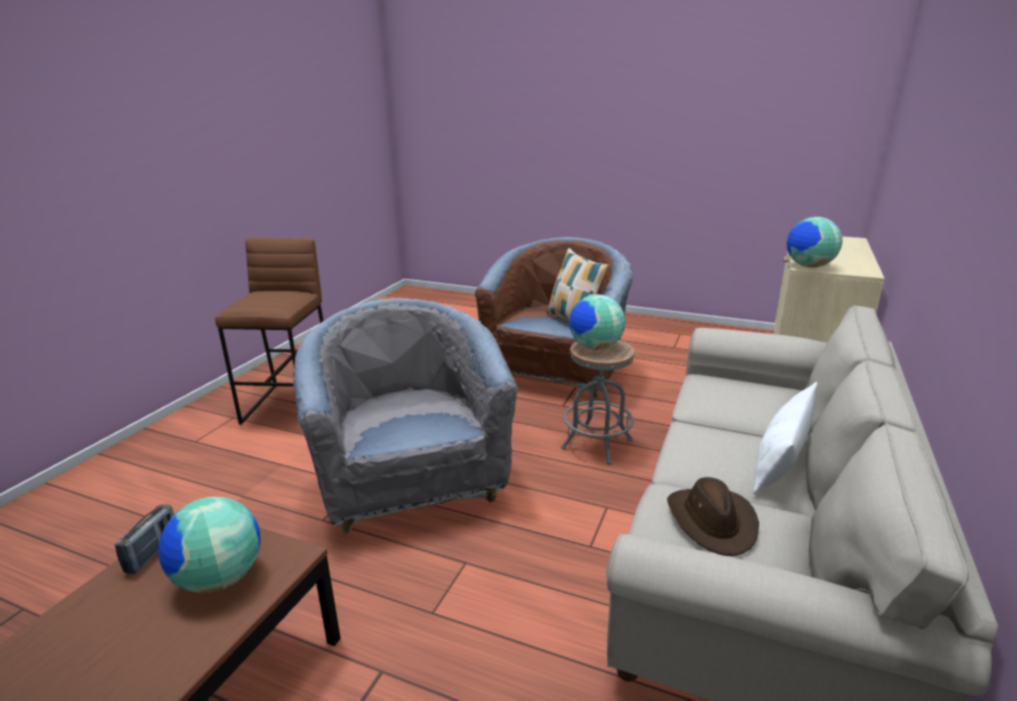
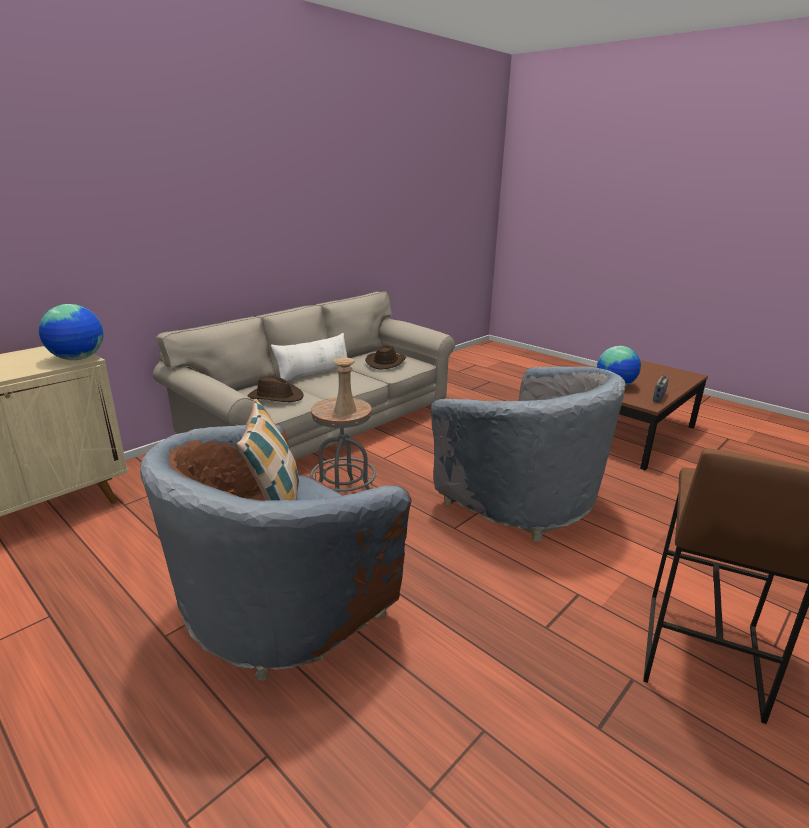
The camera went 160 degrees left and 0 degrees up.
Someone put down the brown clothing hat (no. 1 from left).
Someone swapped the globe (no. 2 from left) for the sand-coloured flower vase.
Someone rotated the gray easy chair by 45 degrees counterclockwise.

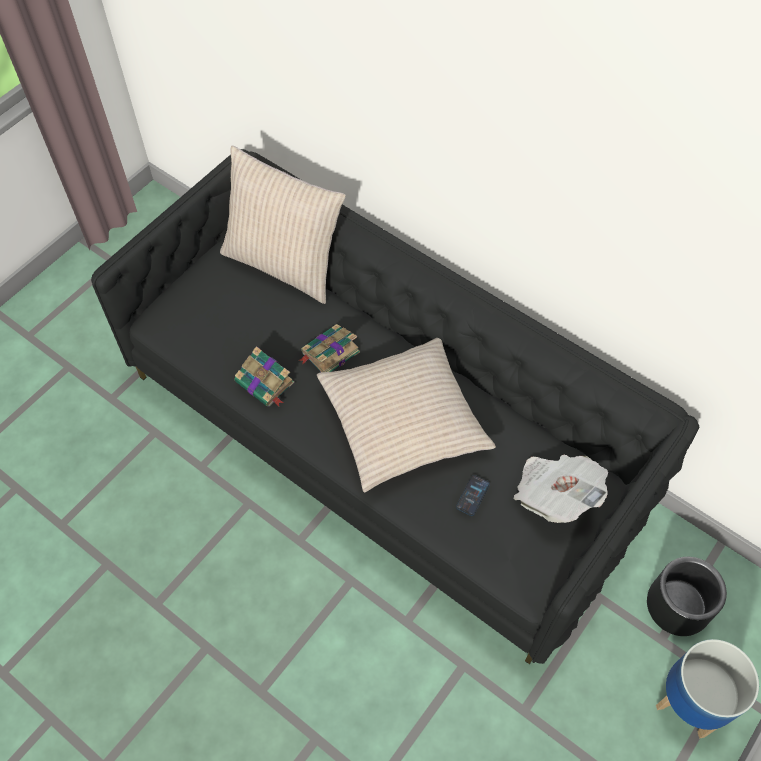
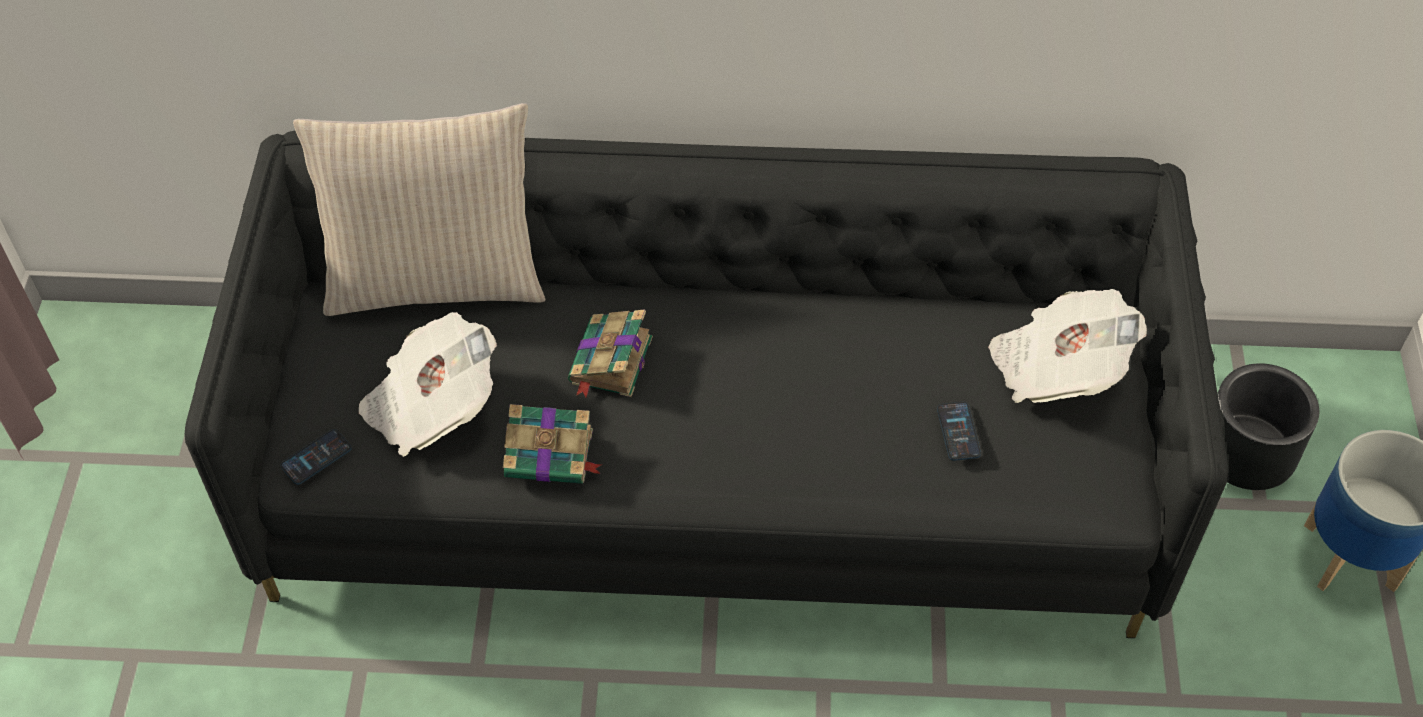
The camera went 35 degrees left and 5 degrees down.
Someone put down the phone (no. 1 from left).
Someone put down the newspaper (no. 1 from left).
Someone took away the sand-coloured pillow (no. 2 from left).

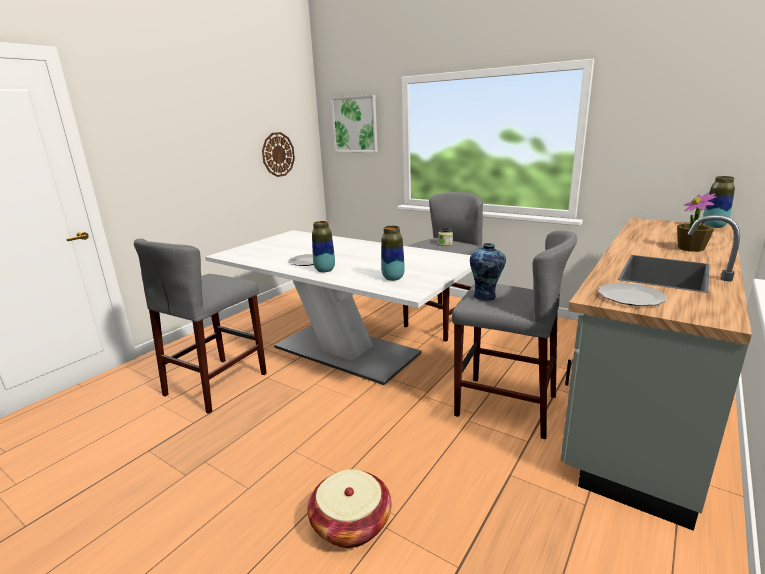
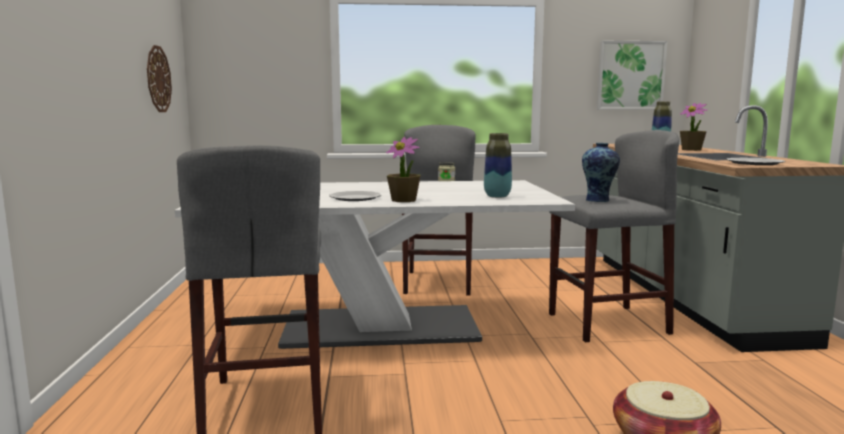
The camera went 40 degrees left and 10 degrees down.
Someone swapped the flower vase (no. 1 from left) for the plant in a pot (no. 1 from left).
Someone carried the wall picture.

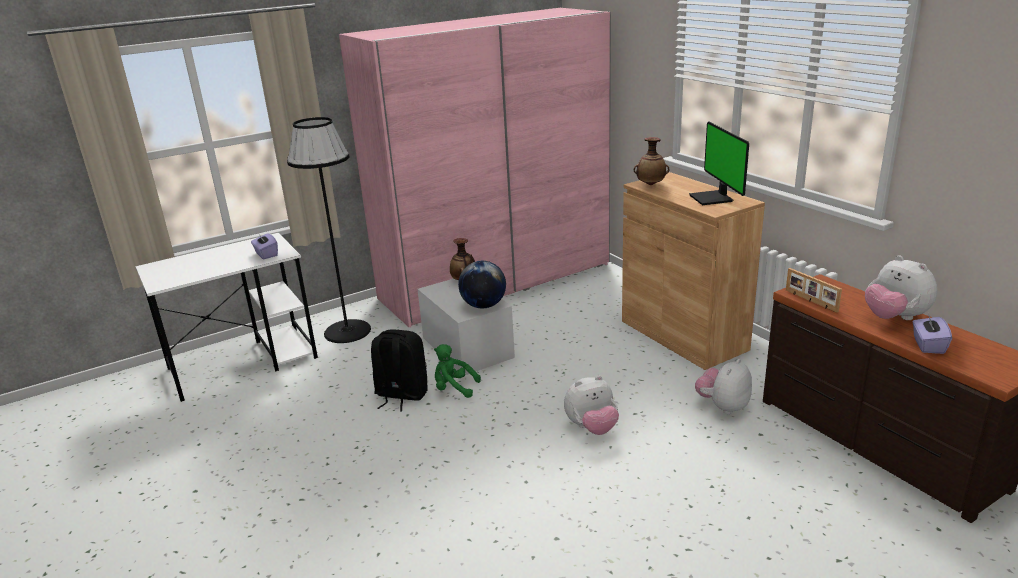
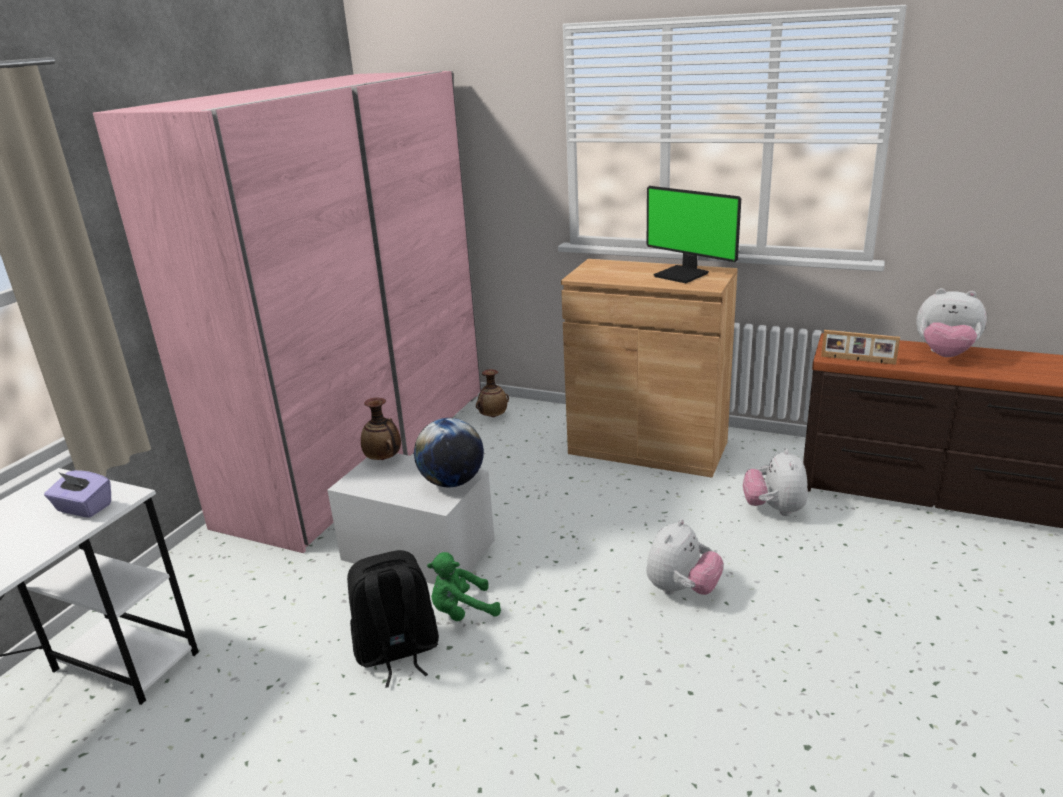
The camera went 35 degrees left and 0 degrees up.
Someone carried the flower vase (no. 2 from left).
Someone took away the black standard lamp.
Someone took away the purple tissue holder (no. 2 from left).

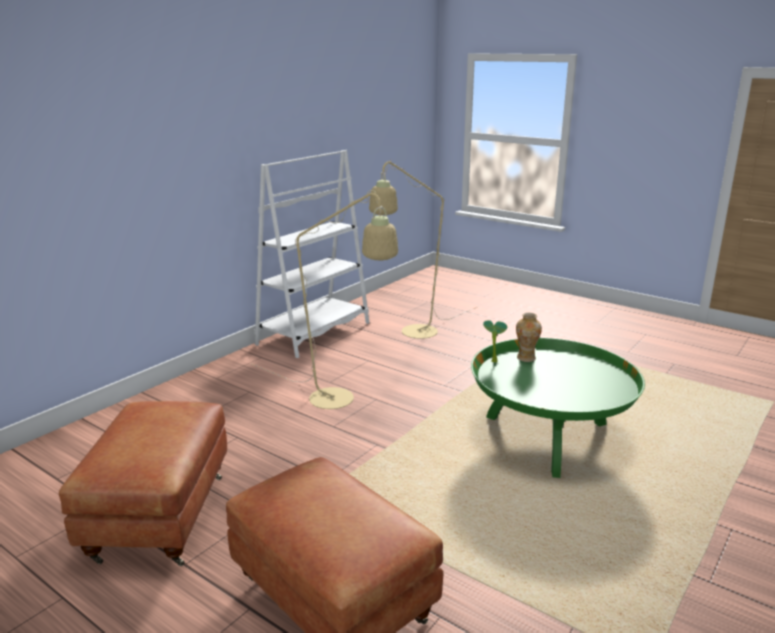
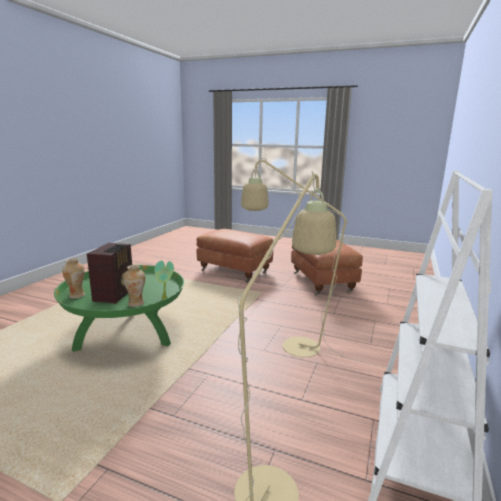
The camera went 165 degrees right and 5 degrees down.
Someone put down the flower vase (no. 1 from left).
Someone put down the radio set.

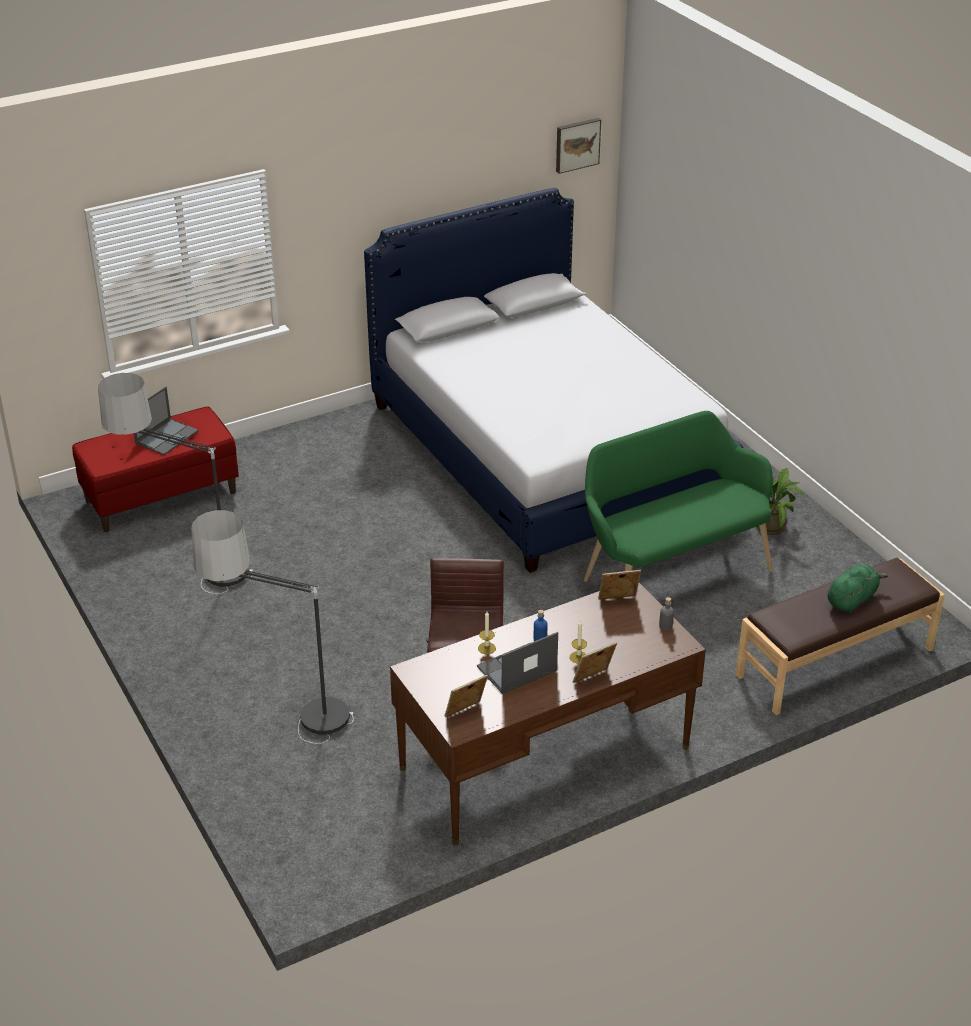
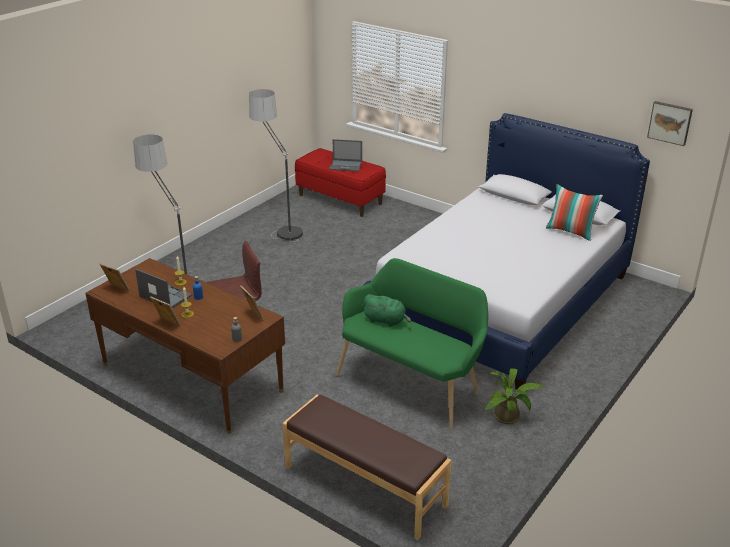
The camera went 65 degrees right and 5 degrees down.
Someone carried the greenish cuddly toy.
Someone put down the pillow.

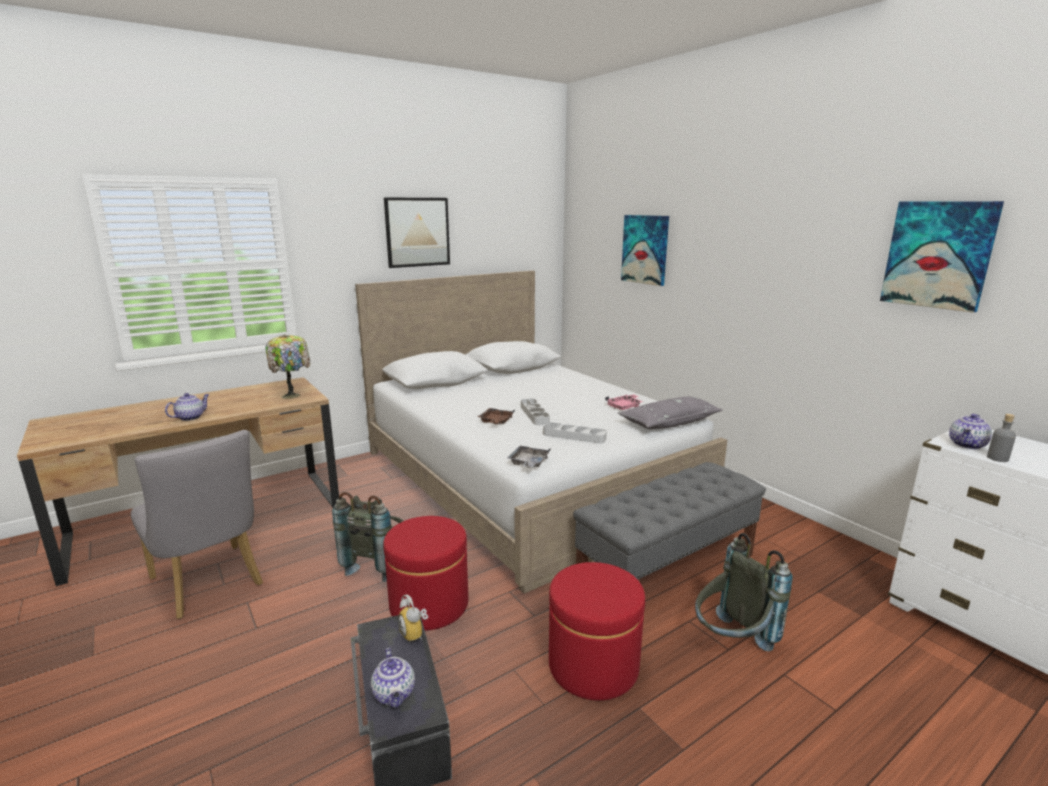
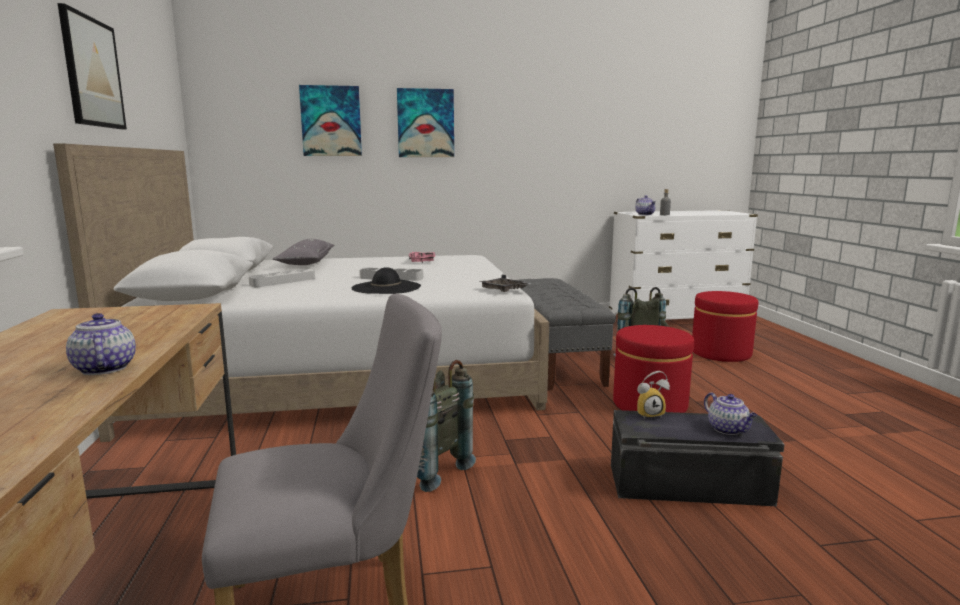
The camera went 65 degrees left and 5 degrees down.
Someone carried the gray carrying tray (no. 3 from left in the first image).
Someone carried the gray pillow.
Someone swapped the brown carrying tray for the black clothing hat.
Someone carried the wall picture (no. 3 from left).
Someone carried the reddish ottoman (no. 1 from left in the first image).
Someone rotated the pot for tea (no. 2 from left in the first image) by 60 degrees clockwise.
Someone took away the table lamp.

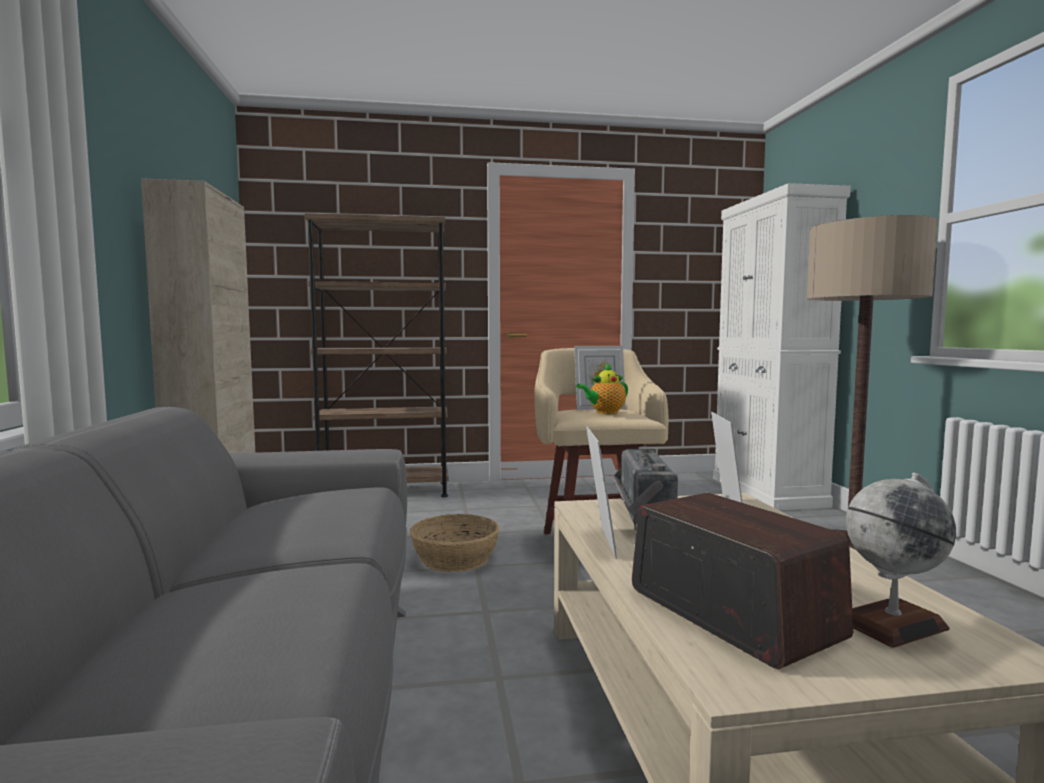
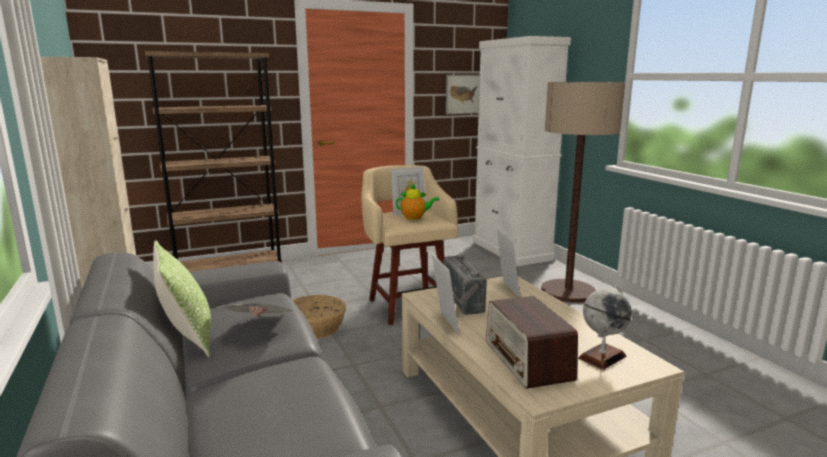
The camera went 15 degrees left and 10 degrees up.
Someone put down the pillow.
Someone put down the newspaper.
Someone rotated the pot for tea by 135 degrees counterclockwise.
Someone put up the wall picture.
Someone rotated the radio set (no. 2 from left) by 150 degrees counterclockwise.

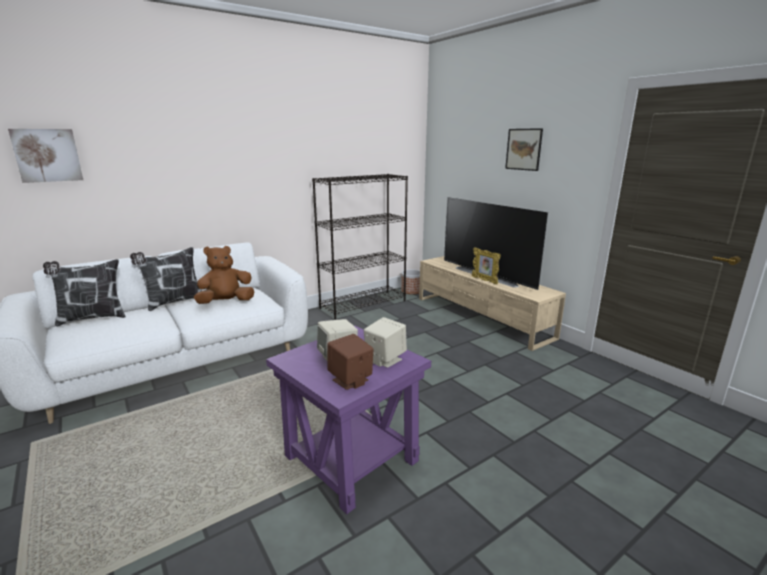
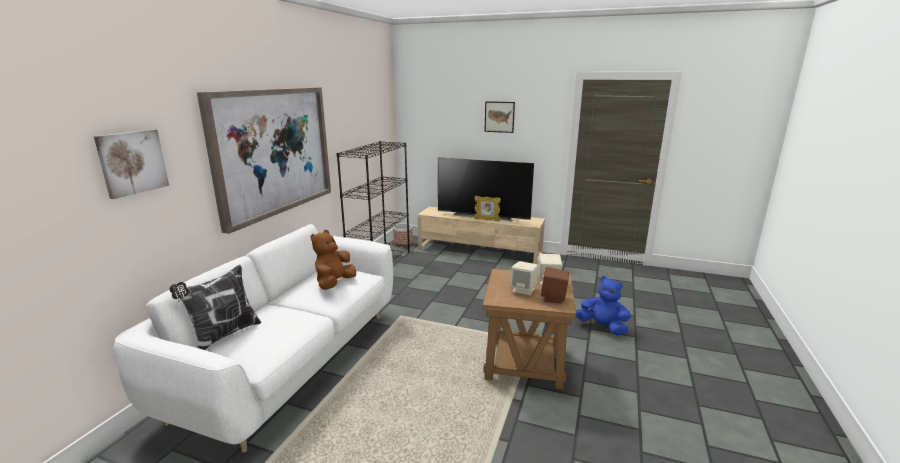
The camera went 35 degrees left and 0 degrees up.
Someone put up the wall picture (no. 2 from left).
Someone repainted the purple accent table, which became the brown accent table.
Someone put down the blue cuddly toy.
Someone took away the pillow (no. 2 from left).

